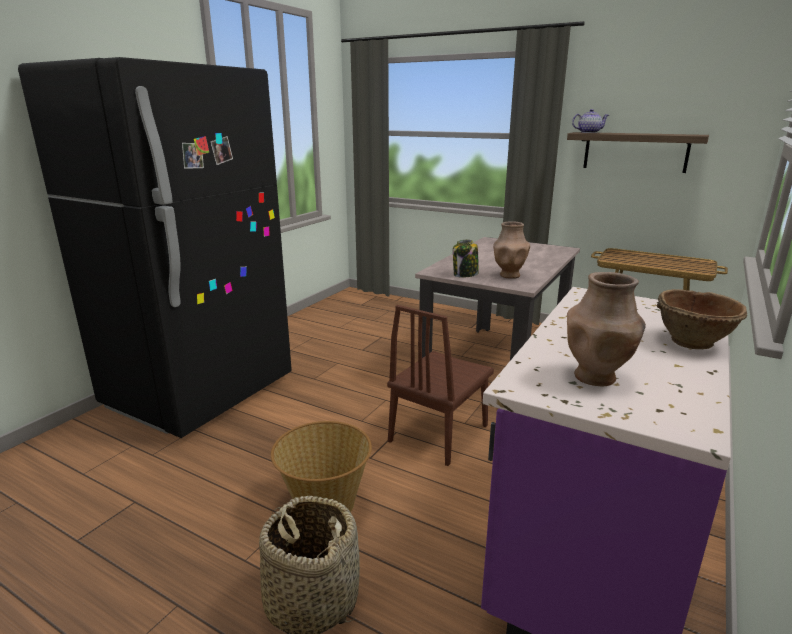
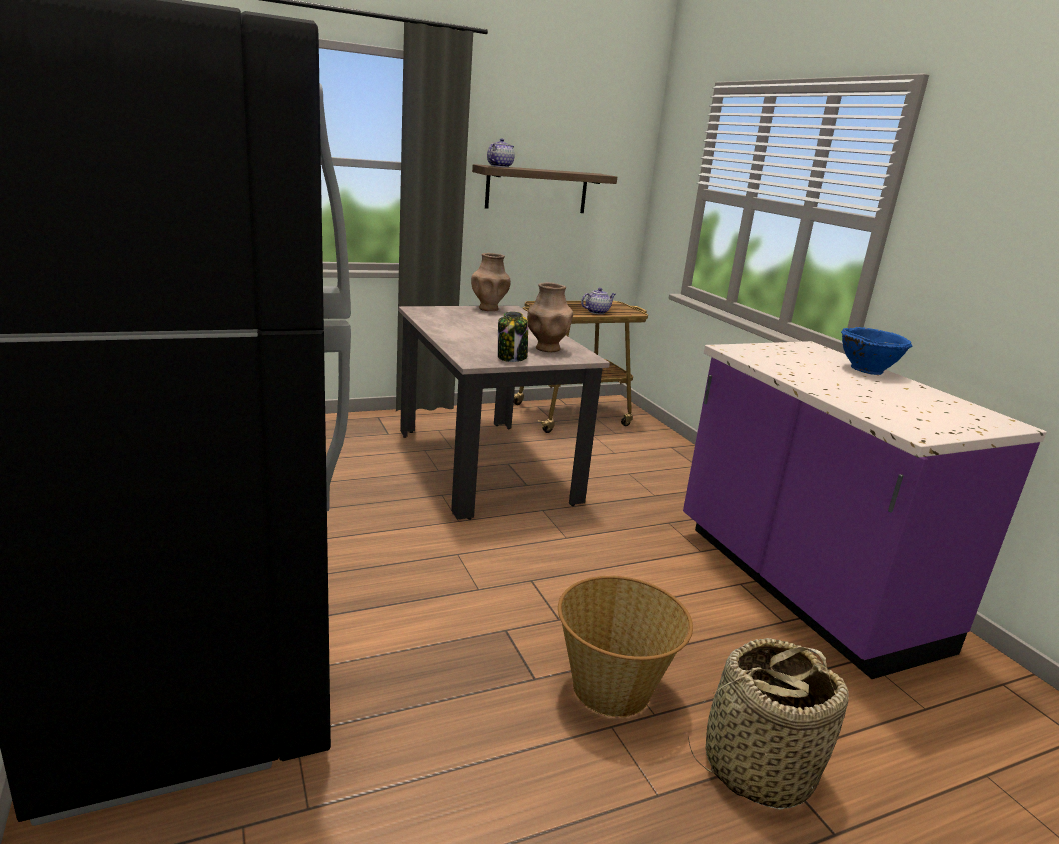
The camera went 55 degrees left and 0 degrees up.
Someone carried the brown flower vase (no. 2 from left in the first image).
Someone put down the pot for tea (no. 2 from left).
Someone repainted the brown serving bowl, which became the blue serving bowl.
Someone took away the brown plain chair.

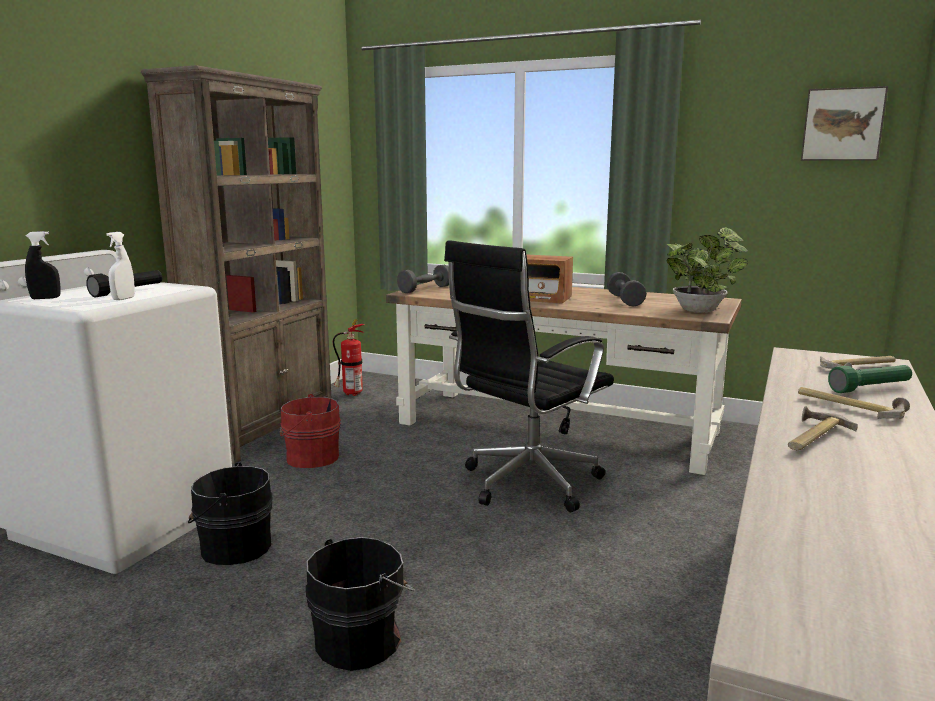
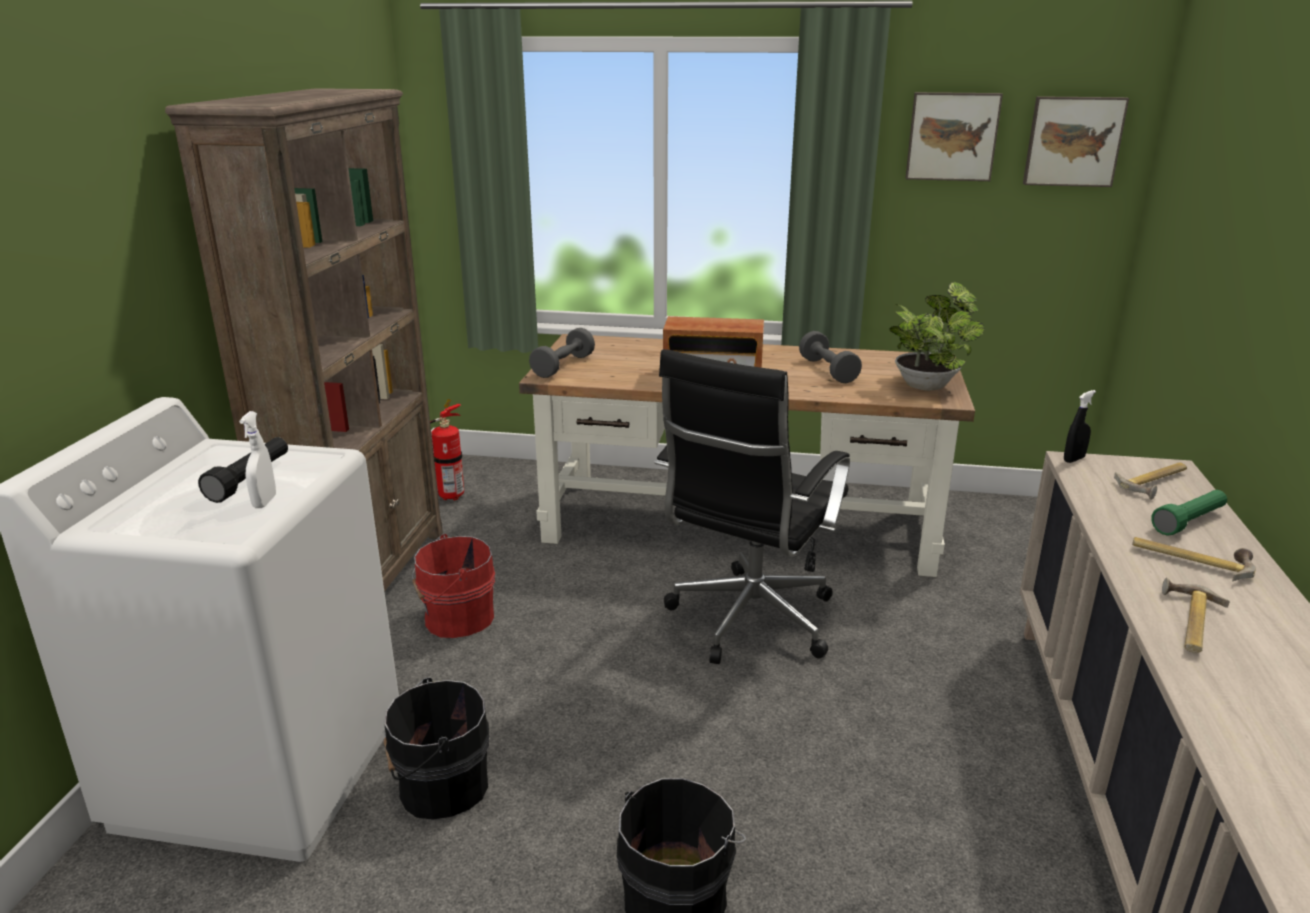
The camera went 15 degrees left and 10 degrees up.
Someone put up the wall picture (no. 1 from left).
Someone carried the black hand sprayer.

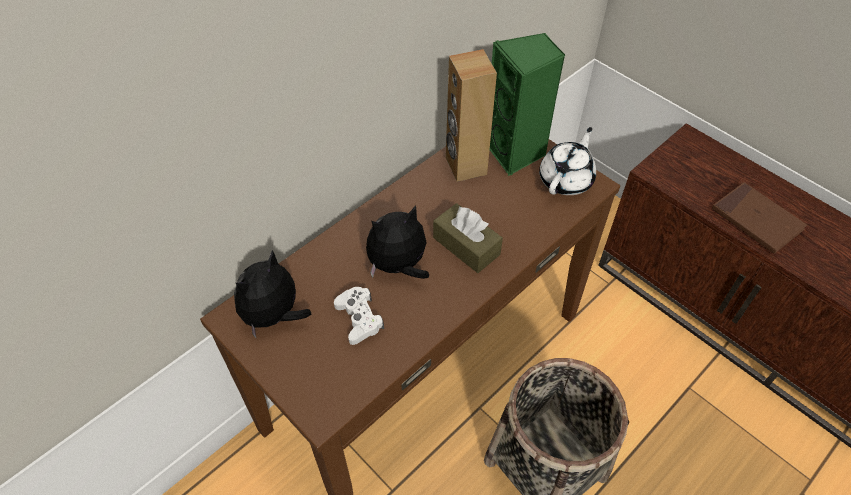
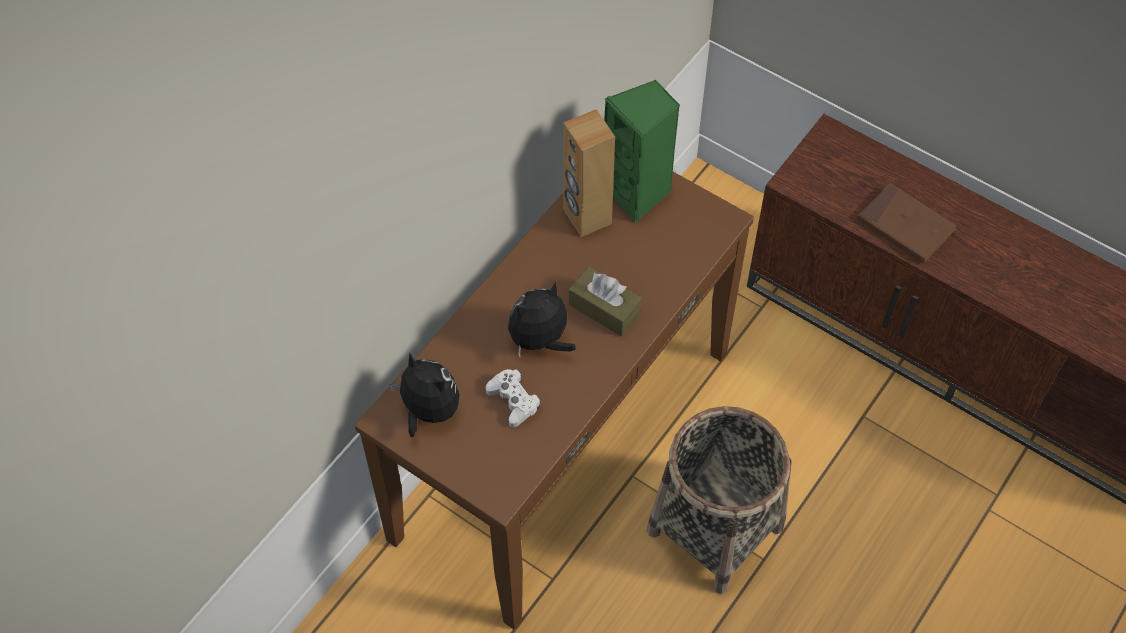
The camera went 10 degrees left and 5 degrees up.
Someone rotated the cuddly toy (no. 1 from left) by 105 degrees clockwise.
Someone took away the whitish pot for tea.

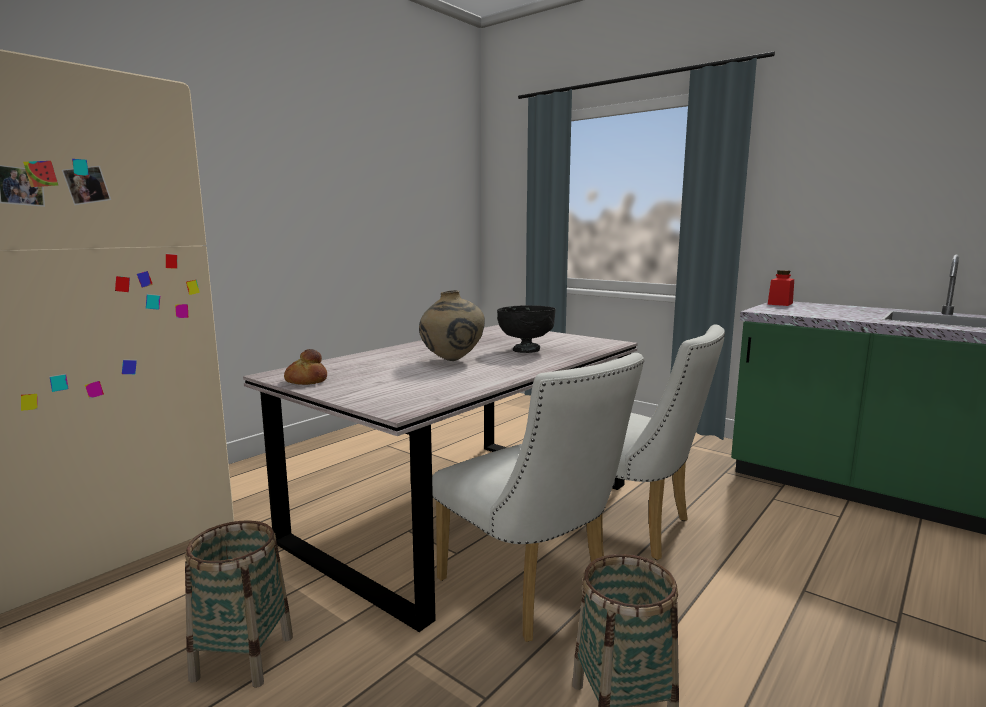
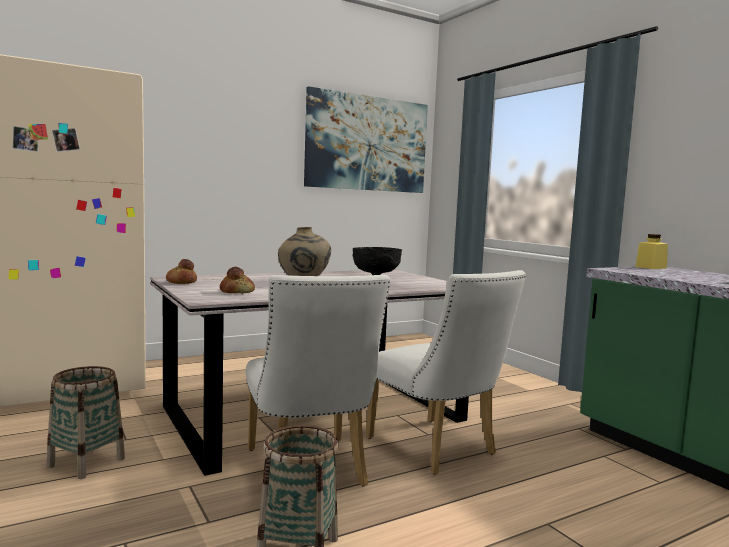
The camera went 20 degrees right and 5 degrees down.
Someone put down the bakery bread (no. 2 from left).
Someone put up the wall picture.
Someone repainted the reddish jar, which became the yellow-coloured jar.

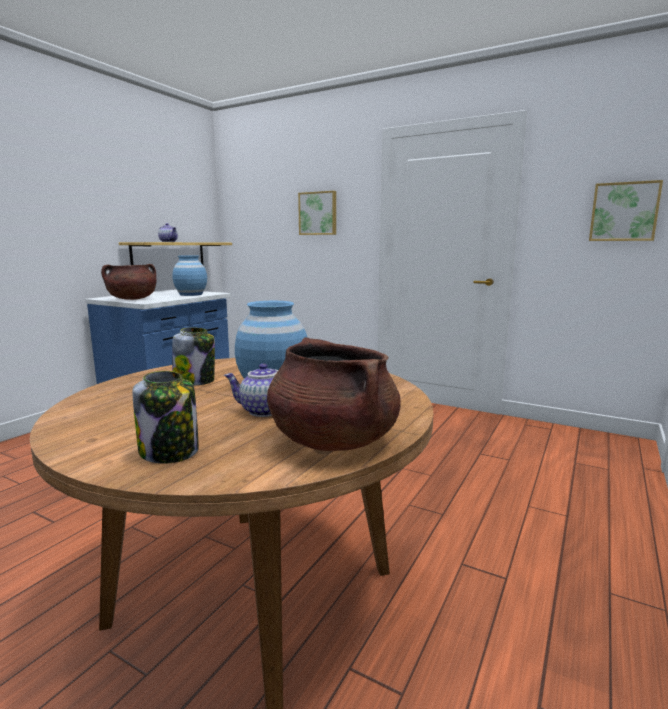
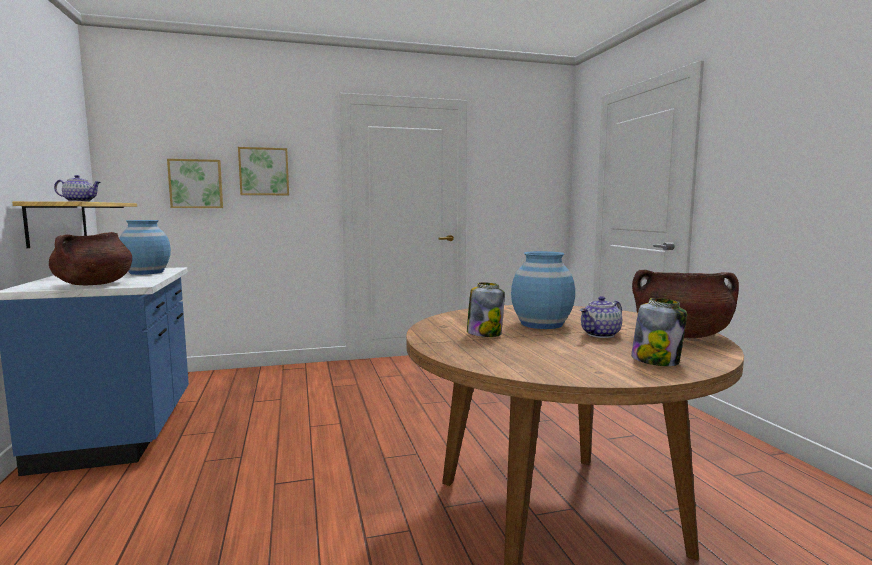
The camera went 45 degrees left and 5 degrees down.
Someone carried the wall picture (no. 2 from left in the first image).

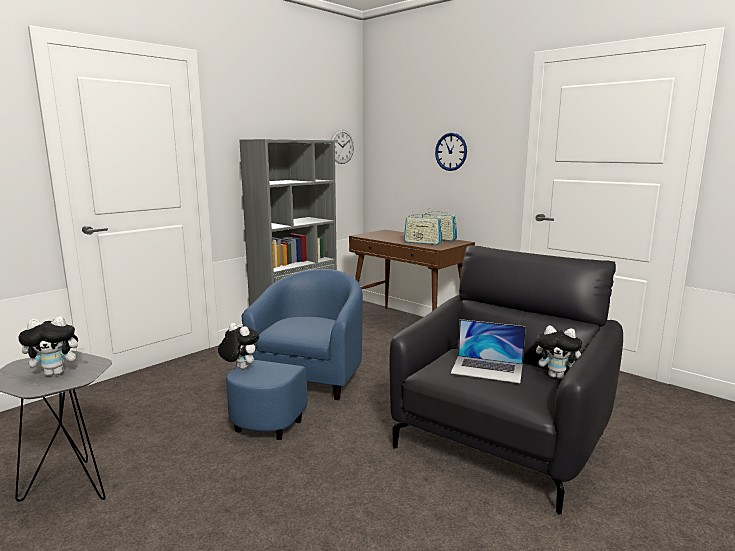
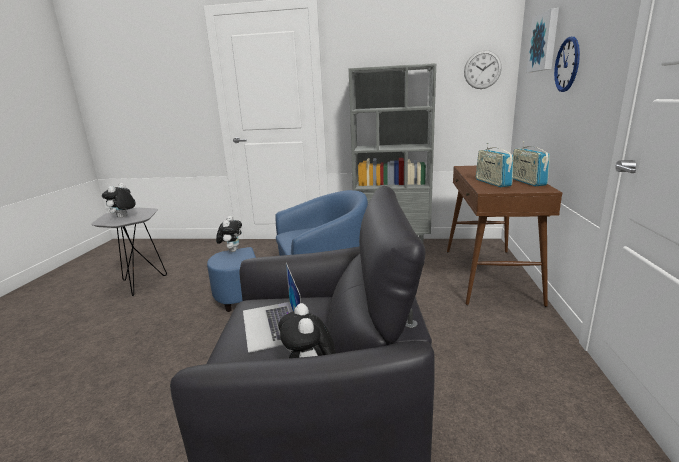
The camera went 55 degrees right and 5 degrees up.
Someone rotated the cuddly toy (no. 1 from left) by 75 degrees clockwise.
Someone put up the wall picture.

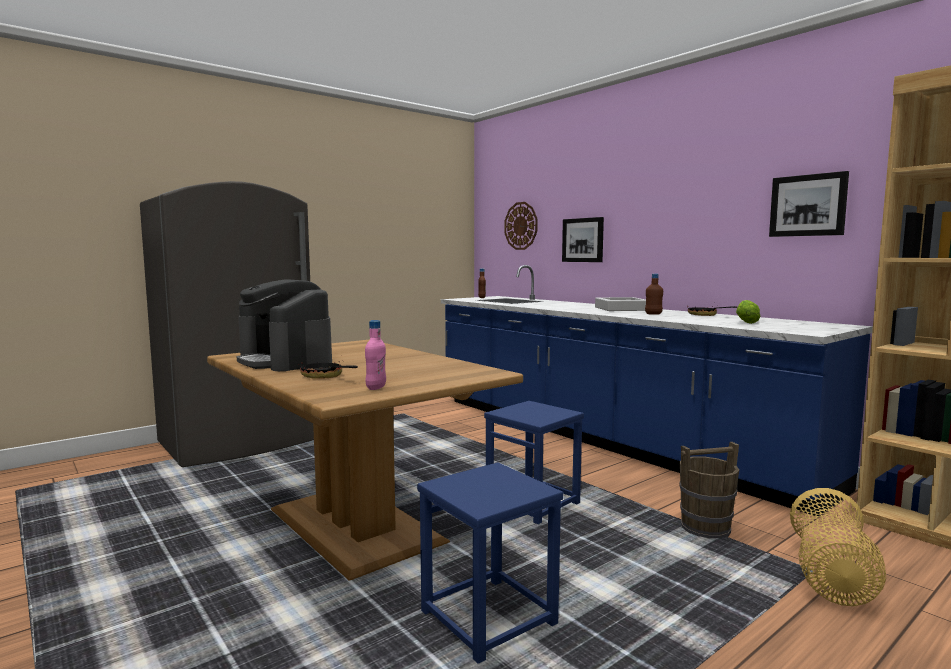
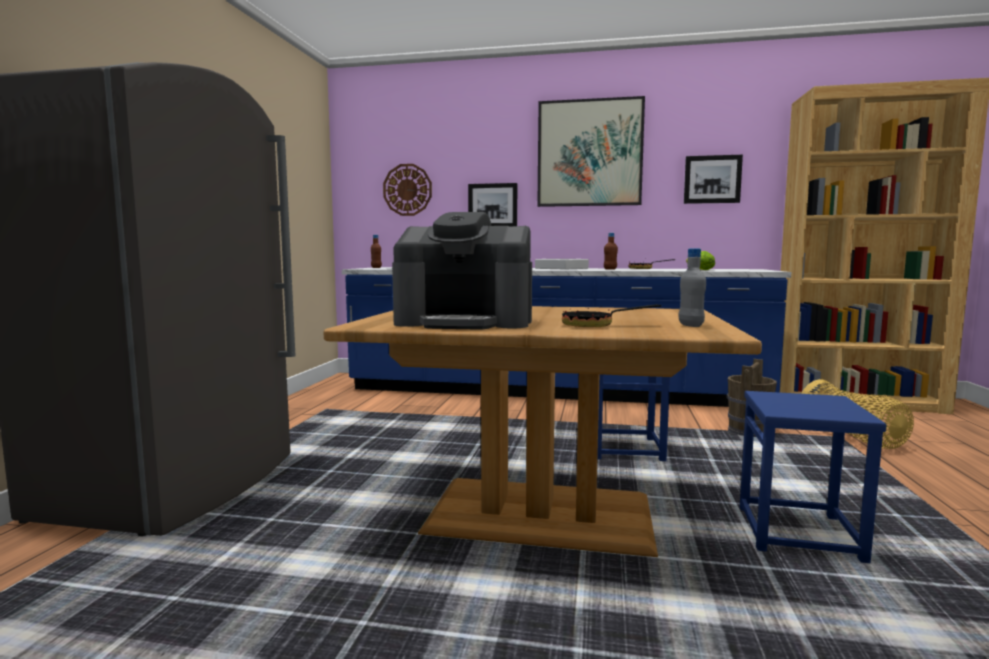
The camera went 40 degrees left and 0 degrees up.
Someone put up the wall picture (no. 2 from left).
Someone repainted the pink drink bottle, which became the gray drink bottle.

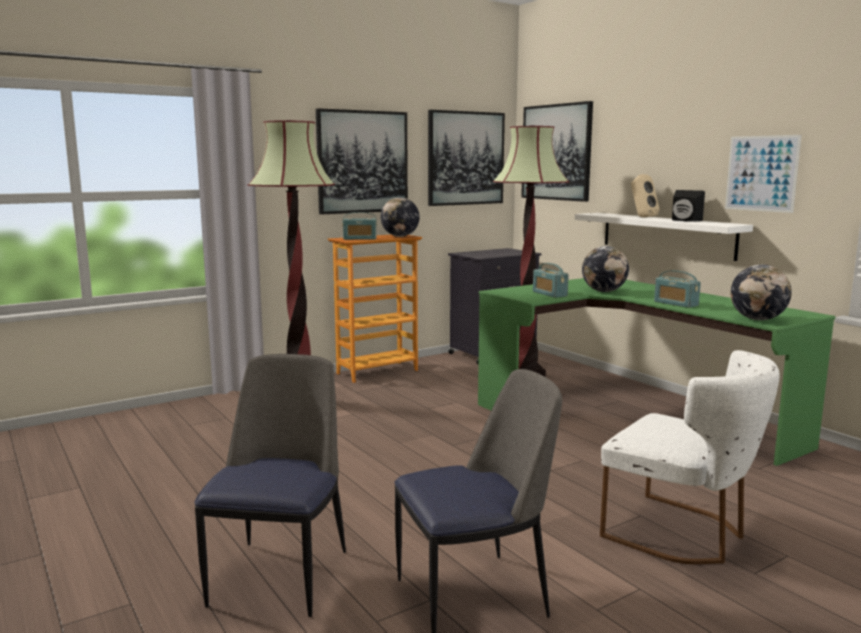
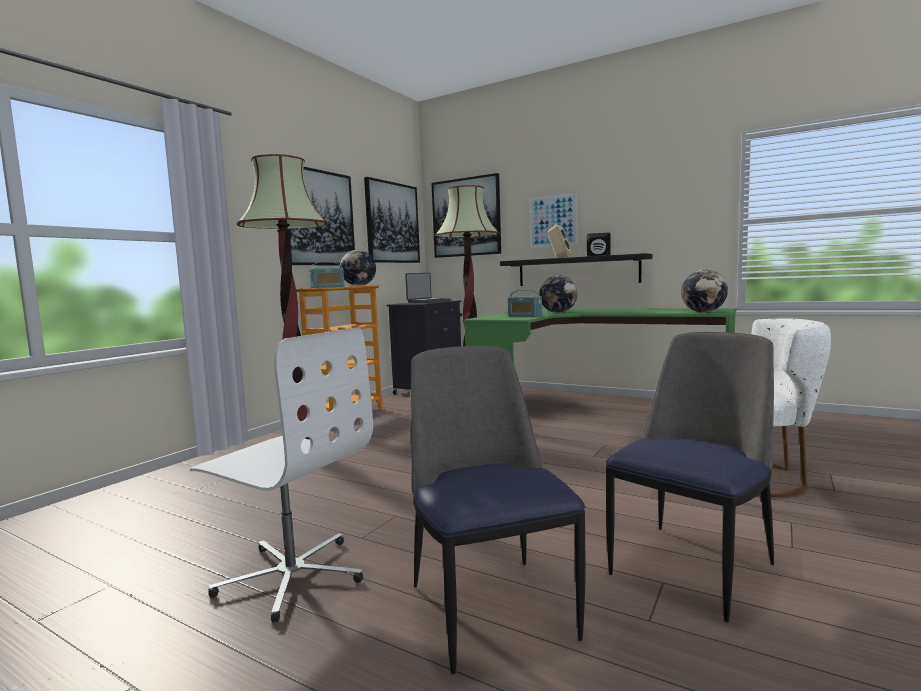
The camera went 25 degrees left and 5 degrees down.
Someone put down the whitish office chair.
Someone put down the laptop.
Someone repainted the whitish wall shelf, which became the black wall shelf.
Someone carried the wall picture (no. 4 from left).
Someone took away the radio set (no. 3 from left).

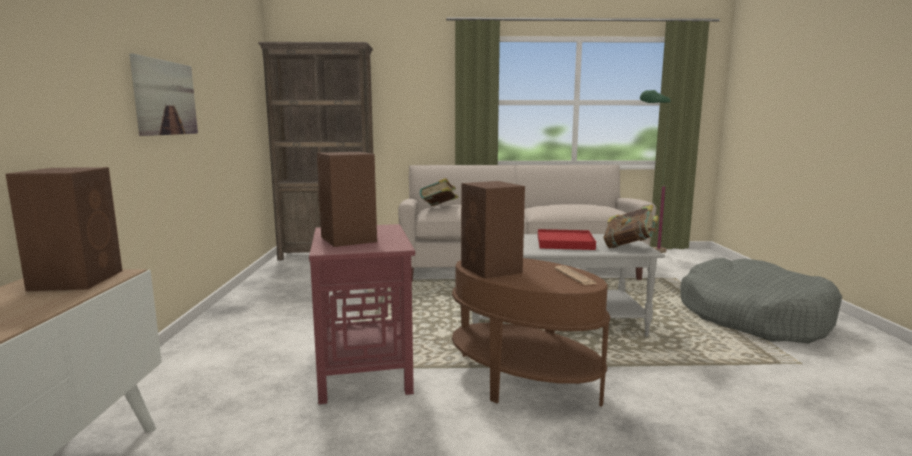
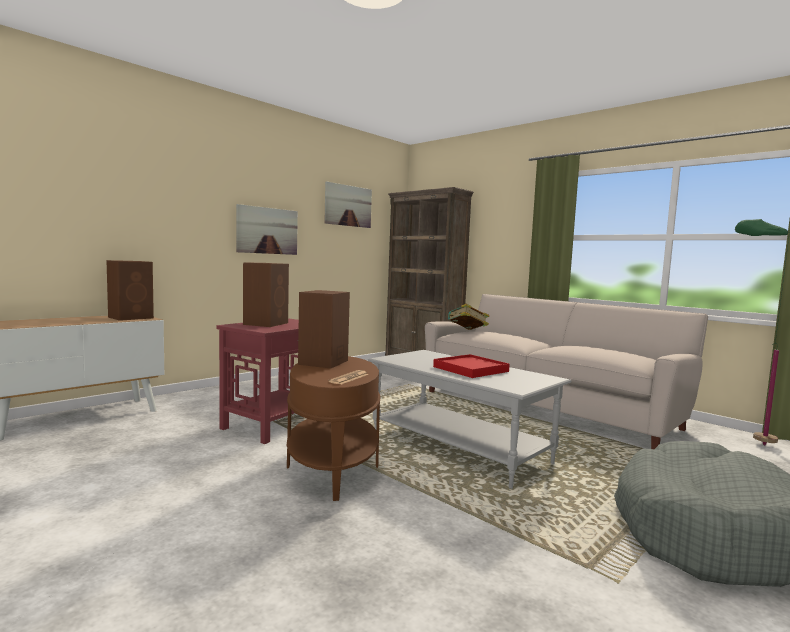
The camera went 45 degrees right and 5 degrees down.
Someone put up the wall picture (no. 2 from left).
Someone took away the volume (no. 2 from left).

